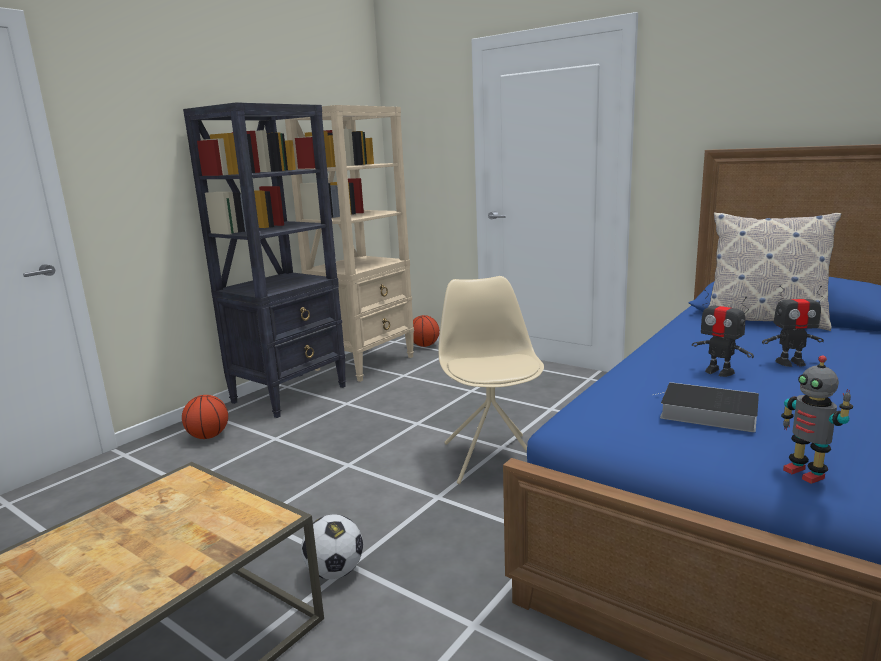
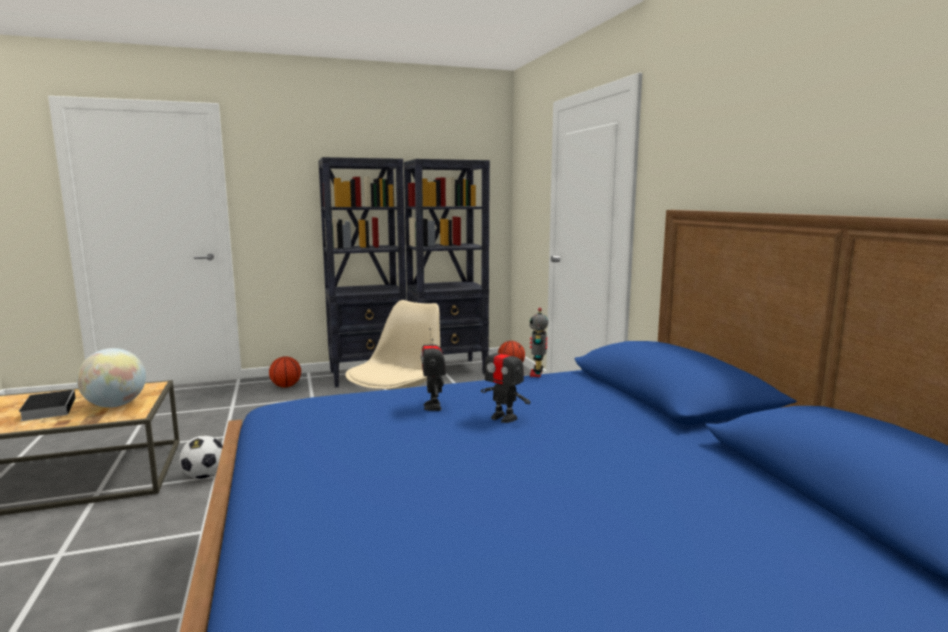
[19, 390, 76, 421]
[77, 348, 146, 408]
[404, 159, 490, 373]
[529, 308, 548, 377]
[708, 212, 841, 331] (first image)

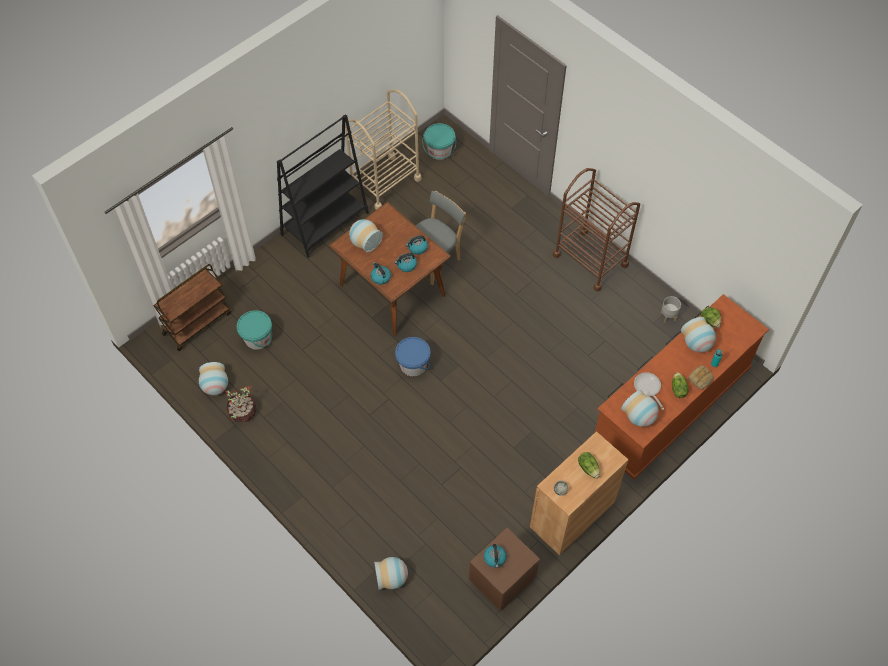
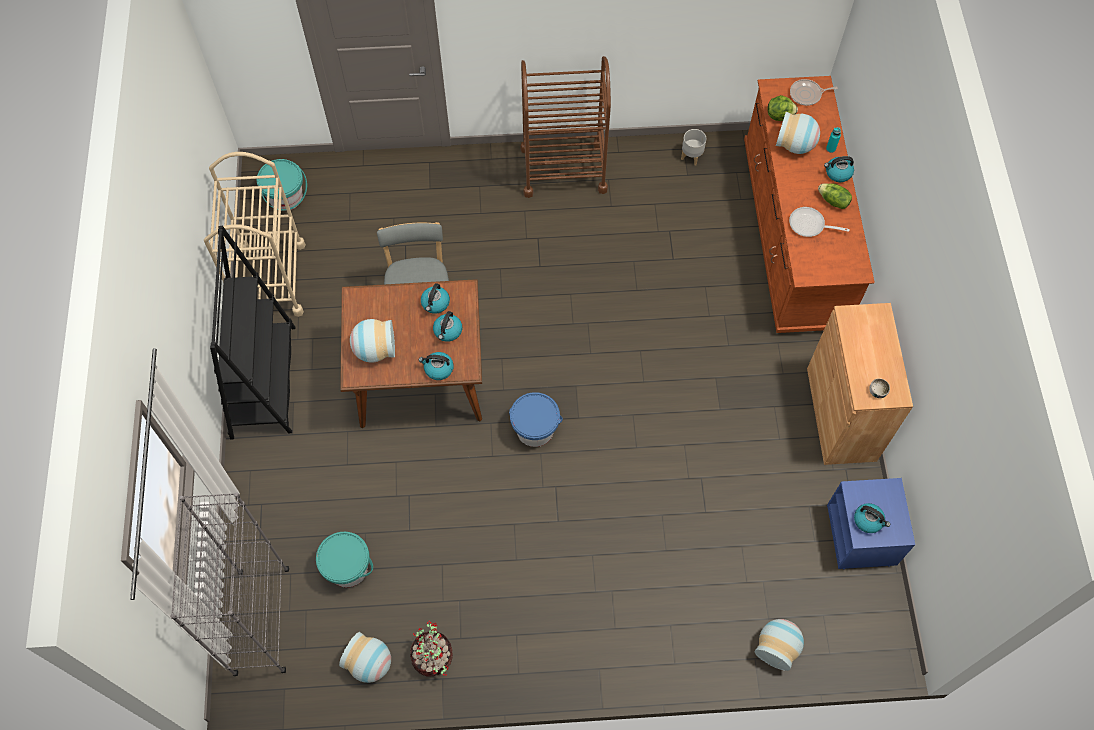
[170, 492, 289, 676]
[790, 79, 838, 106]
[824, 156, 854, 182]
[827, 478, 915, 569]
[578, 452, 600, 479] (first image)
[621, 390, 659, 427] (first image)

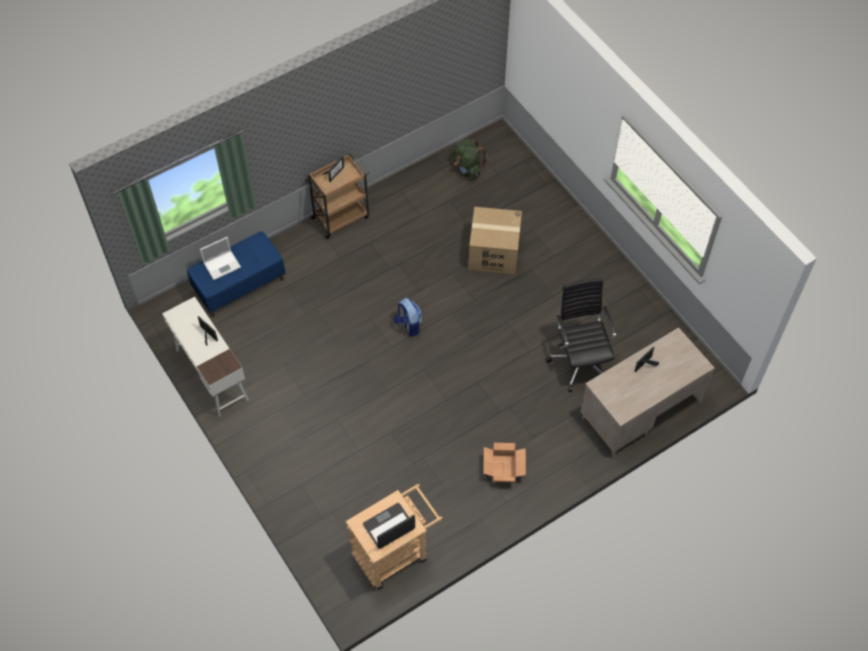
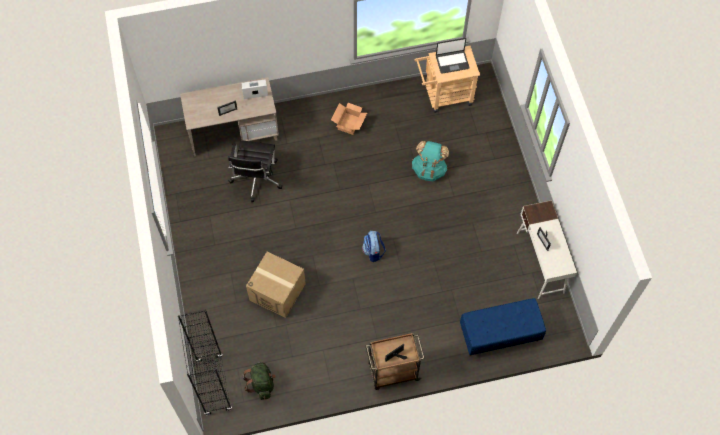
[178, 310, 232, 416]
[241, 79, 268, 99]
[412, 141, 449, 181]

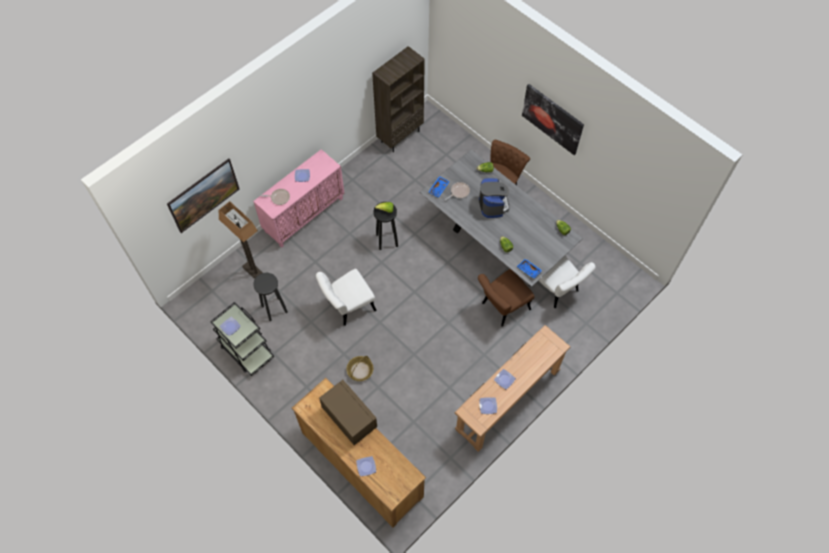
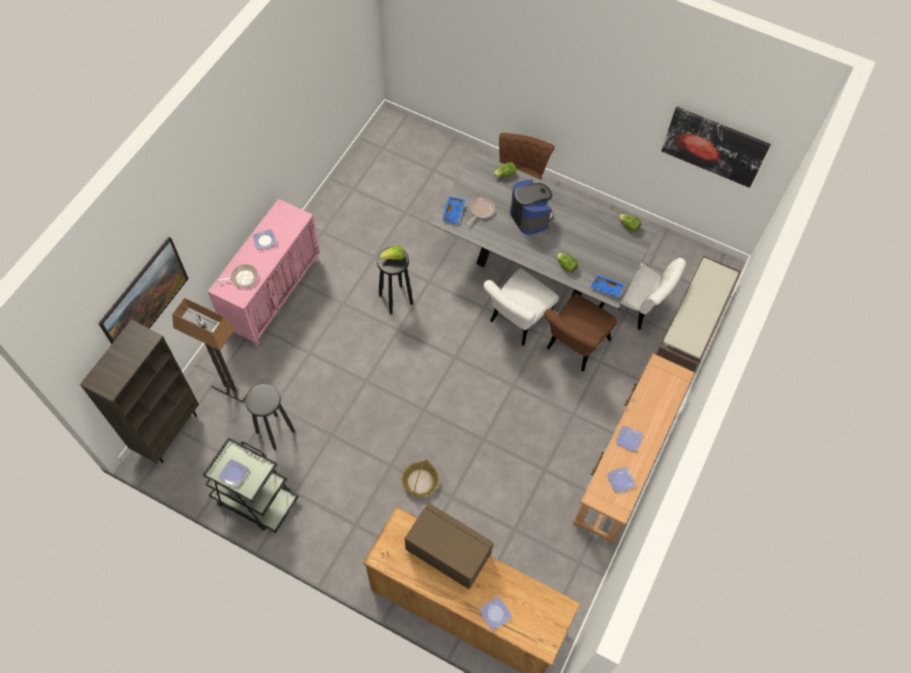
[80, 320, 199, 463]
[483, 268, 559, 346]
[656, 256, 741, 372]
[661, 107, 771, 188]

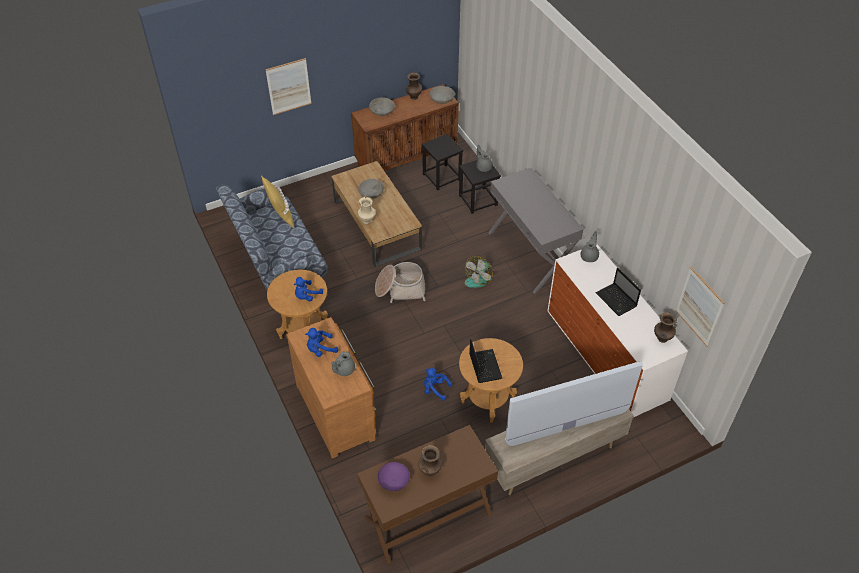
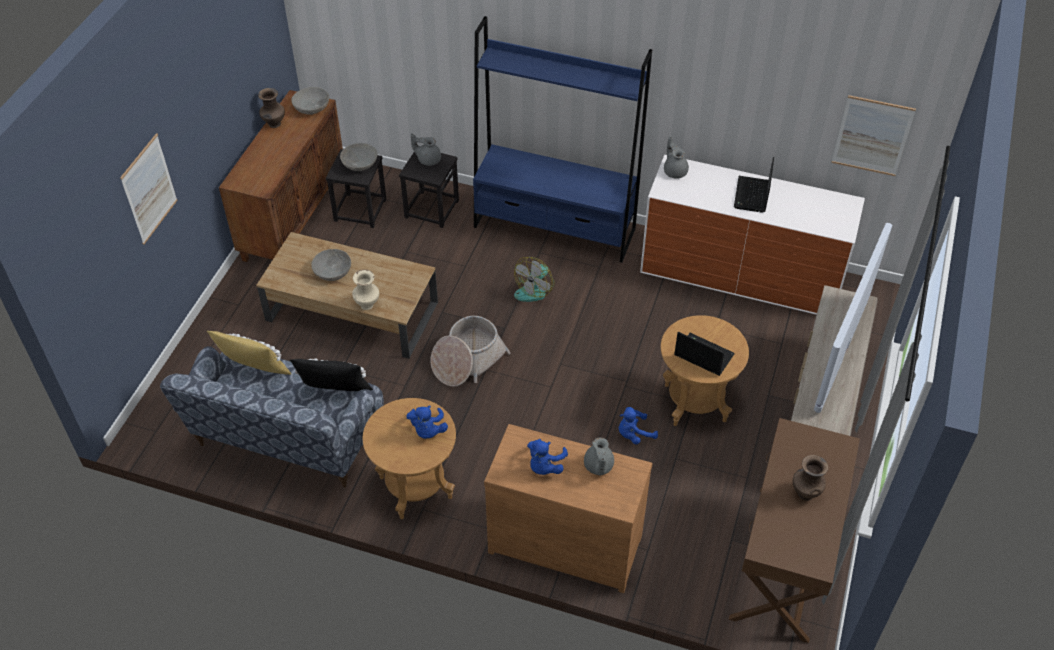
[290, 359, 373, 391]
[340, 143, 378, 171]
[473, 16, 652, 263]
[514, 257, 555, 302]
[734, 157, 774, 213]
[378, 462, 410, 491] (first image)
[654, 312, 677, 343] (first image)

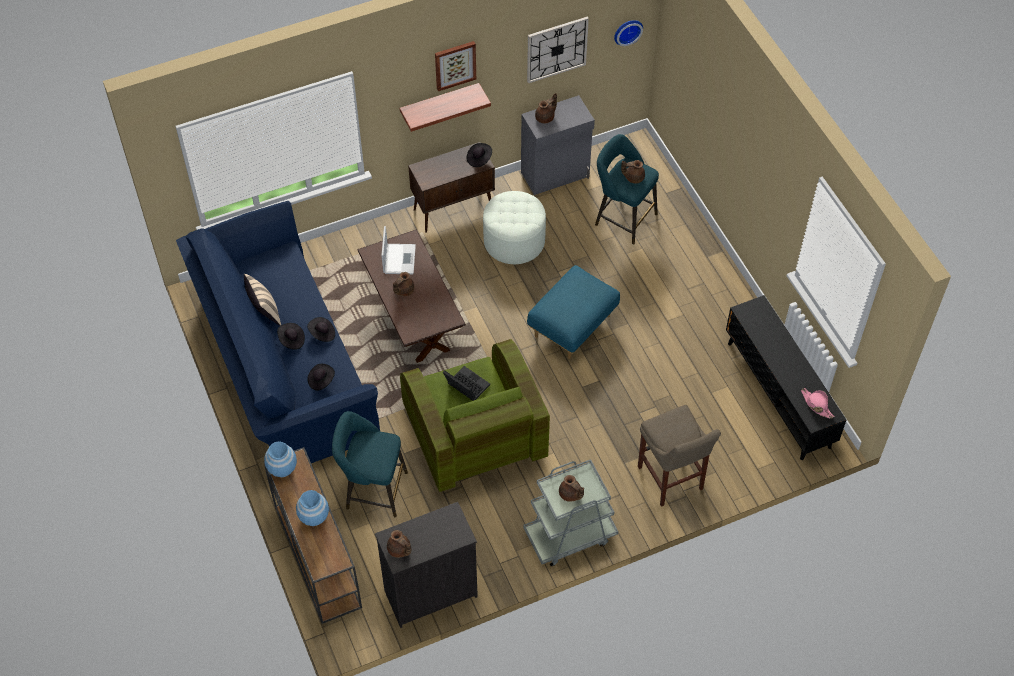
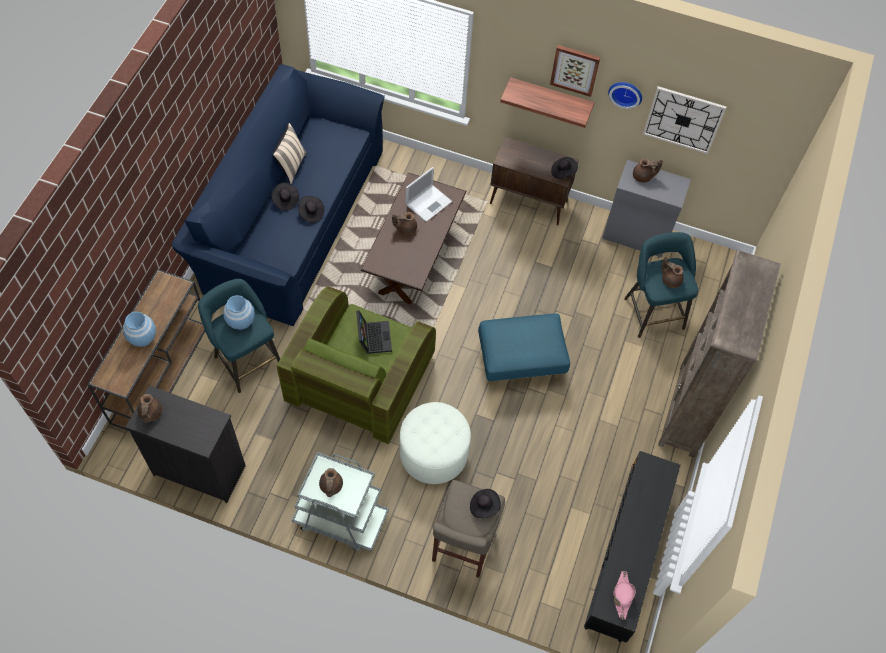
[223, 295, 255, 330]
[400, 402, 471, 484]
[470, 489, 501, 518]
[608, 82, 642, 109]
[658, 250, 781, 458]

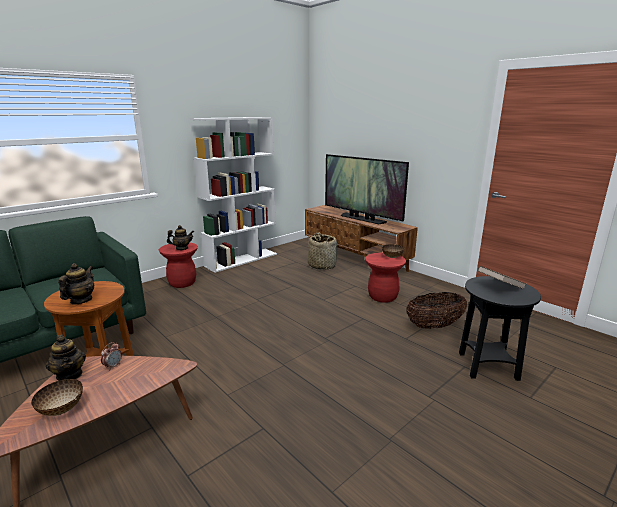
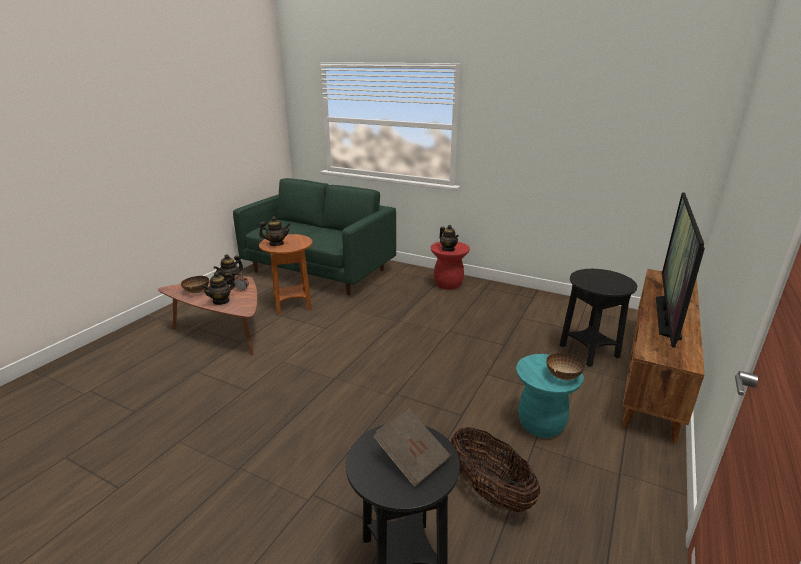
[201, 272, 235, 305]
[516, 354, 584, 438]
[560, 269, 637, 367]
[190, 117, 277, 273] (first image)

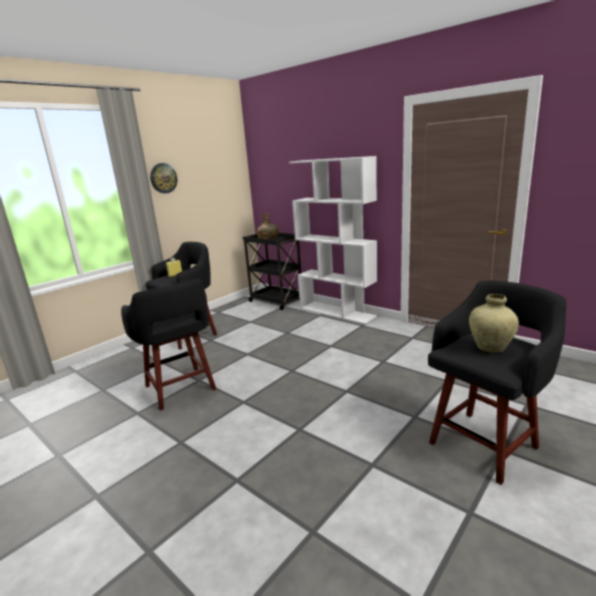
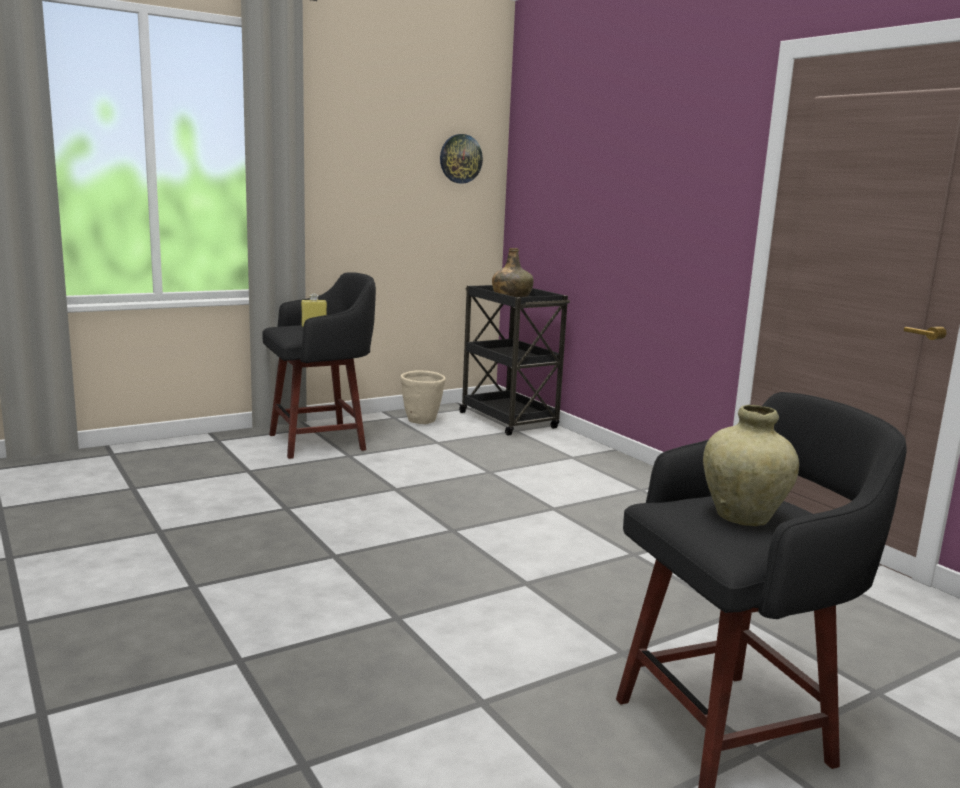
[400, 371, 446, 424]
[440, 134, 483, 184]
[121, 279, 216, 411] (first image)
[289, 156, 377, 325] (first image)

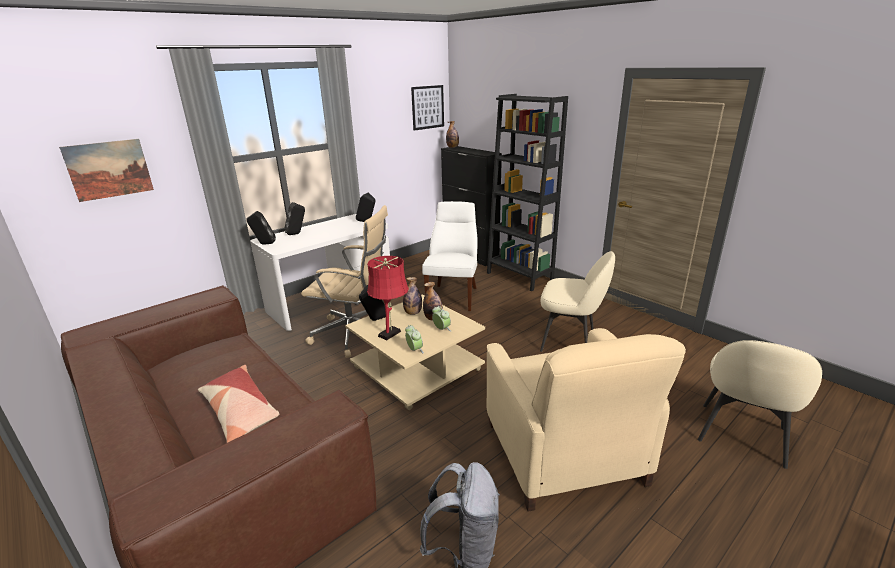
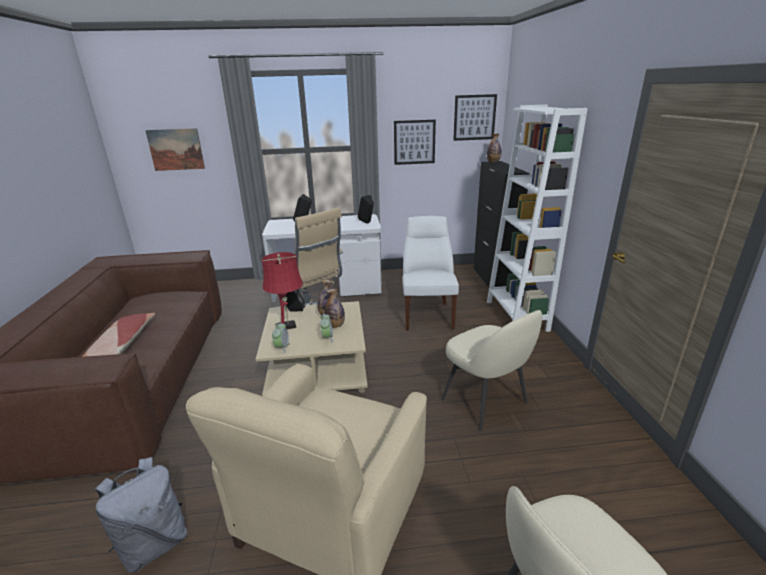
[394, 120, 436, 165]
[402, 216, 459, 330]
[487, 105, 587, 332]
[246, 211, 276, 244] (first image)

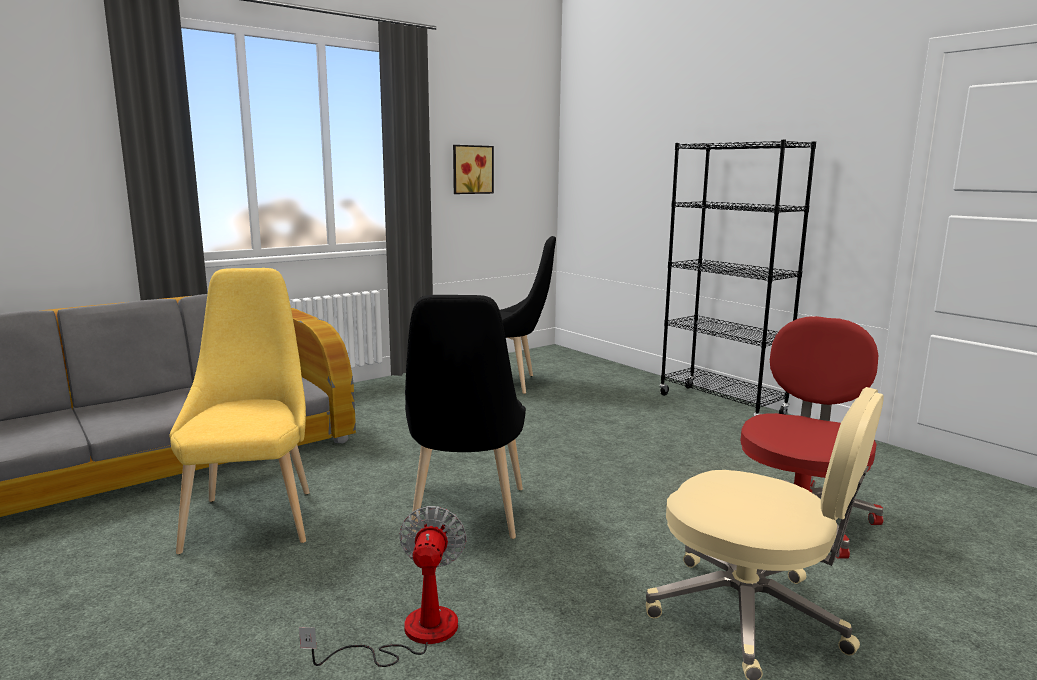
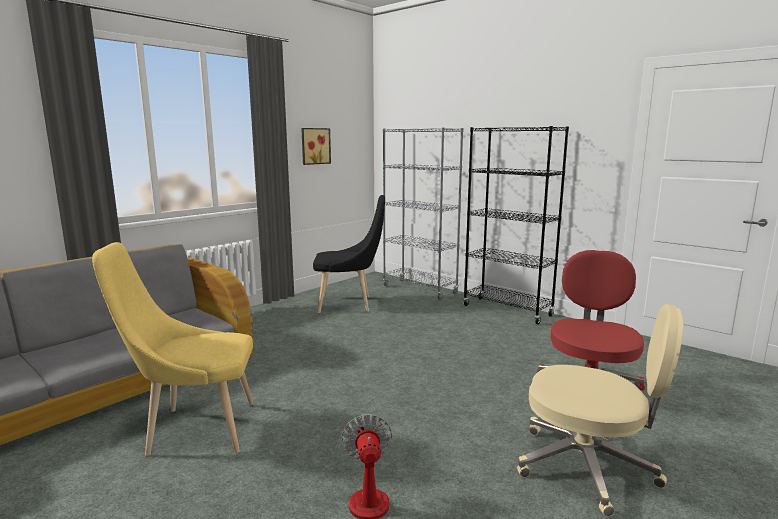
[92, 242, 254, 456]
[383, 128, 463, 300]
[405, 295, 526, 539] (first image)

